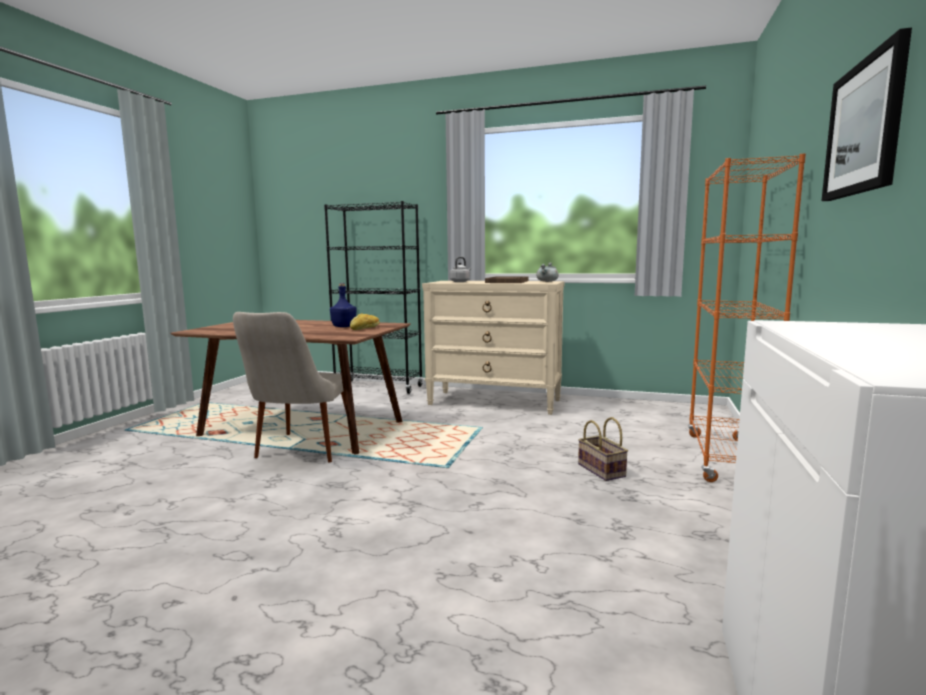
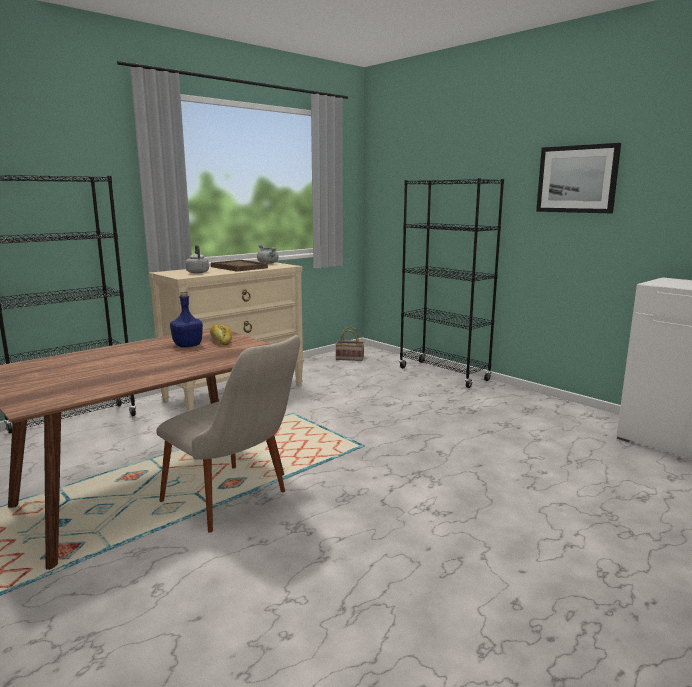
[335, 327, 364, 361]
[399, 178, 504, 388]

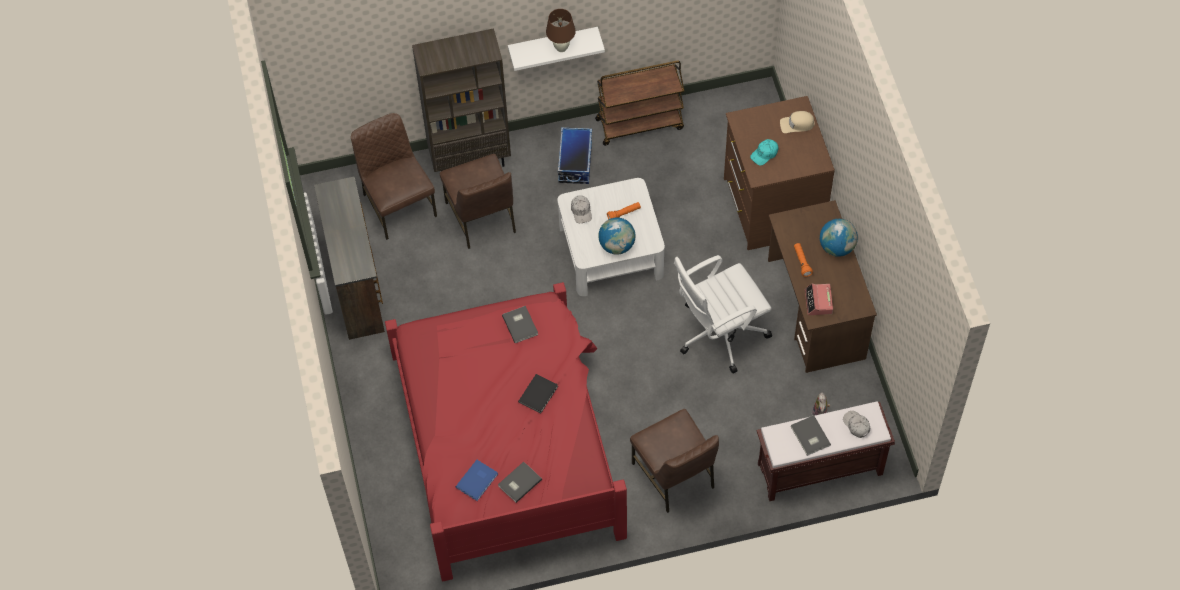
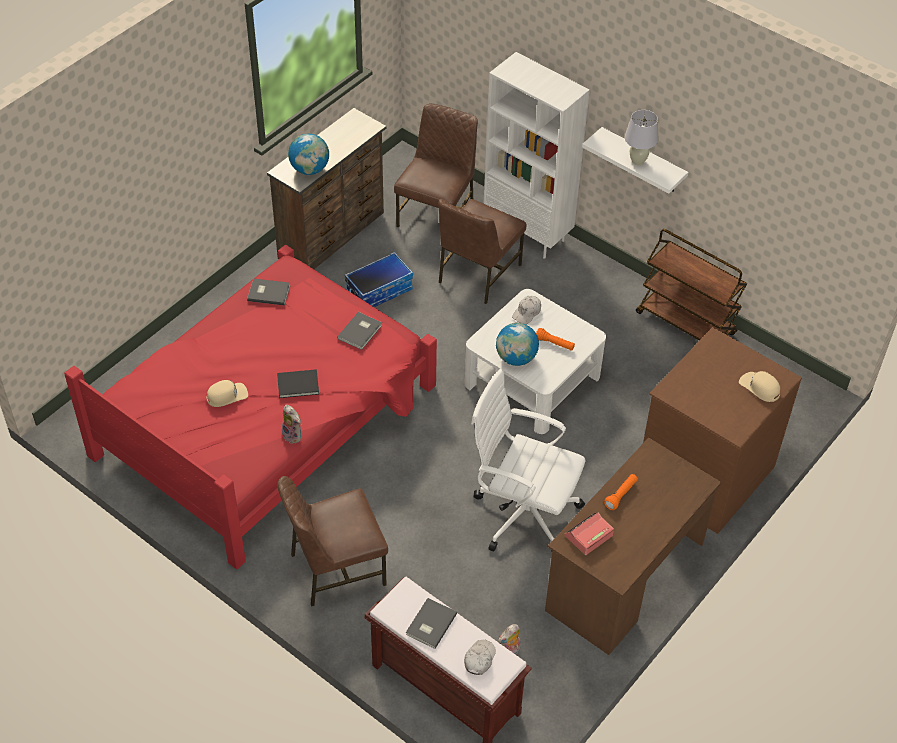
[207, 380, 248, 407]
[247, 278, 291, 306]
[277, 476, 388, 607]
[282, 405, 301, 443]
[288, 134, 329, 175]
[345, 252, 413, 307]
[483, 52, 590, 259]
[625, 110, 659, 165]
[456, 460, 498, 501] (first image)
[750, 139, 778, 166] (first image)

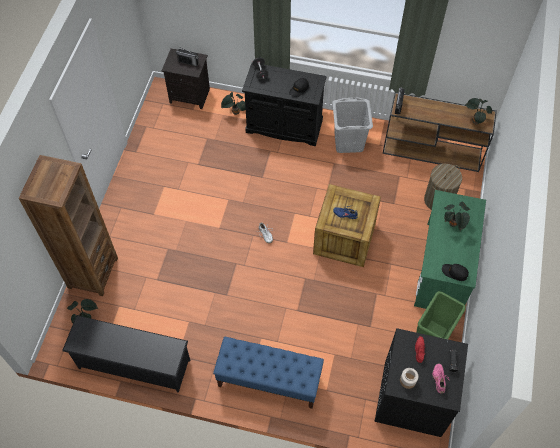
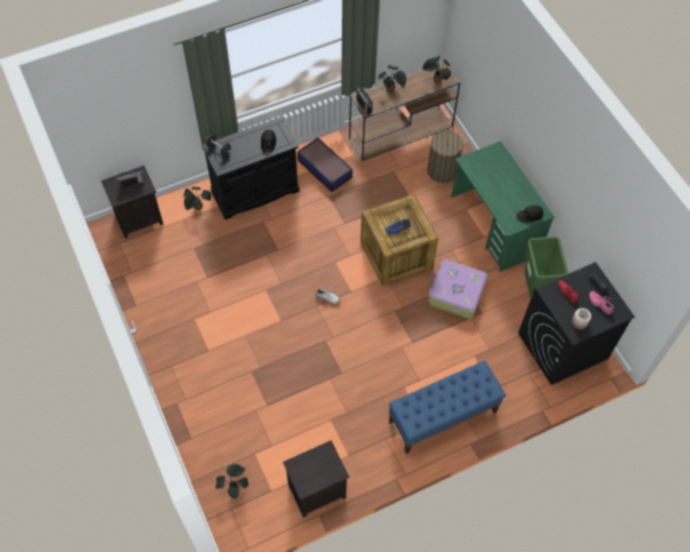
[283, 440, 349, 518]
[297, 138, 352, 192]
[378, 65, 406, 92]
[428, 259, 488, 319]
[19, 155, 118, 296] (first image)

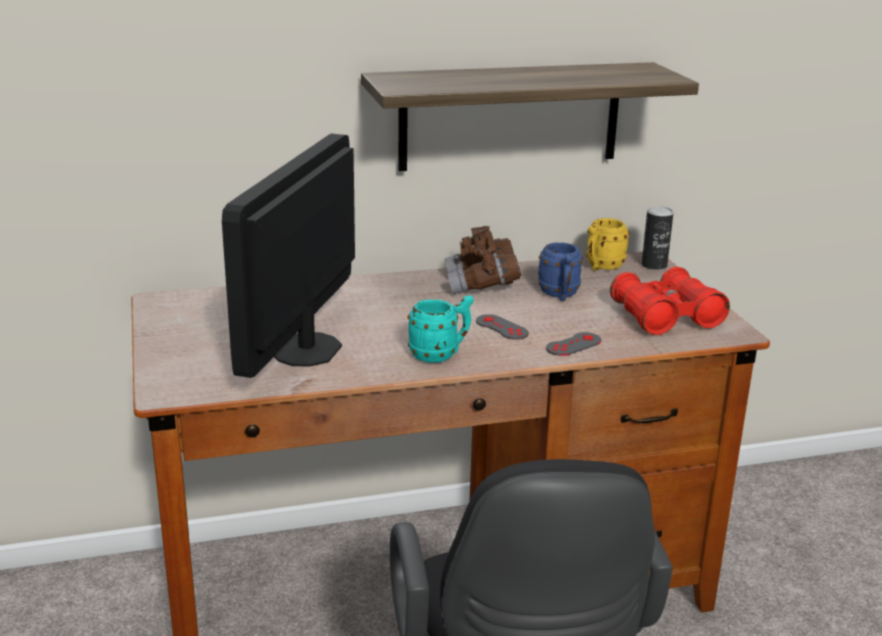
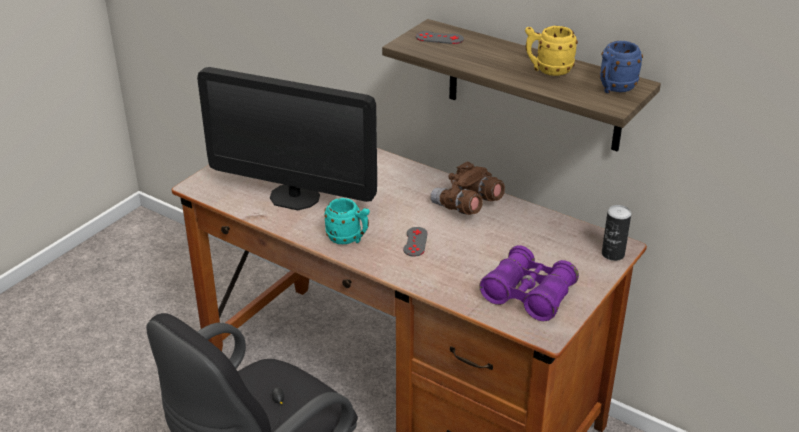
[197, 67, 377, 210]
[416, 31, 464, 44]
[479, 245, 579, 321]
[525, 26, 578, 76]
[599, 41, 643, 93]

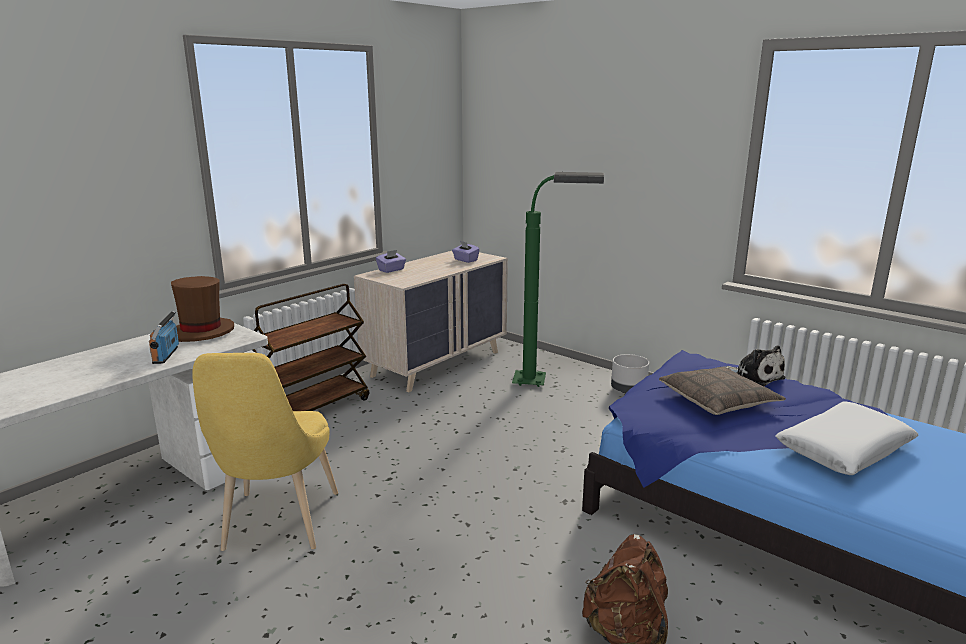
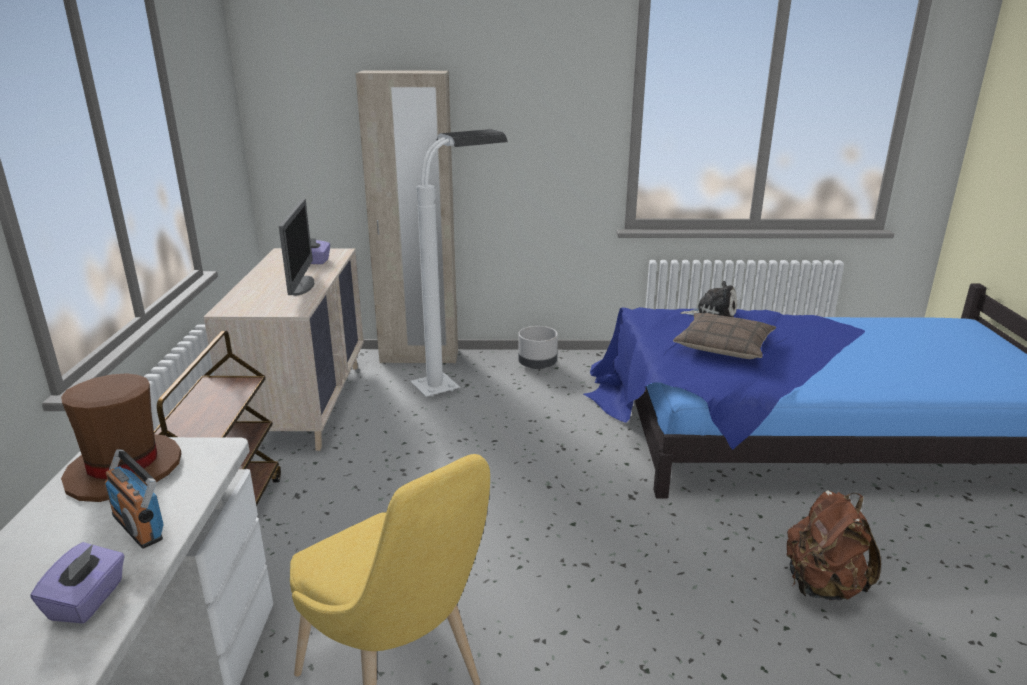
[30, 542, 125, 624]
[279, 199, 314, 295]
[356, 71, 458, 363]
[410, 129, 508, 397]
[775, 402, 919, 475] (first image)

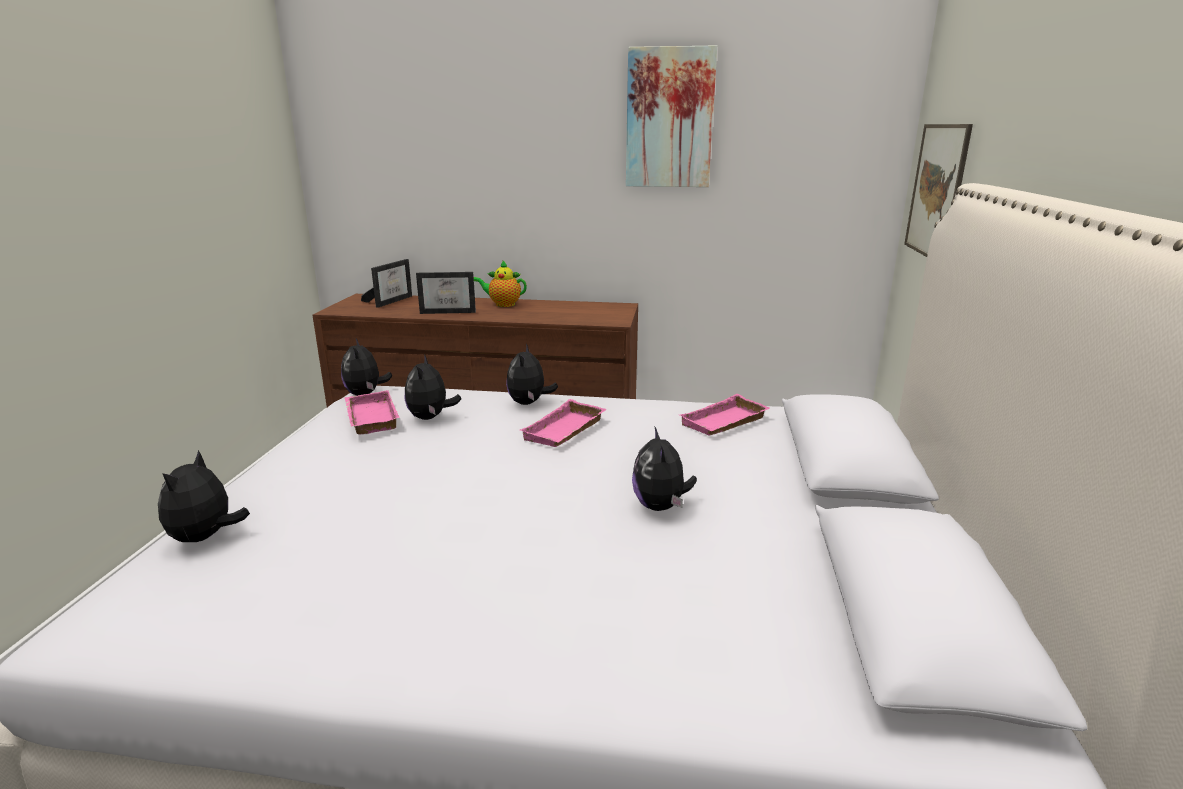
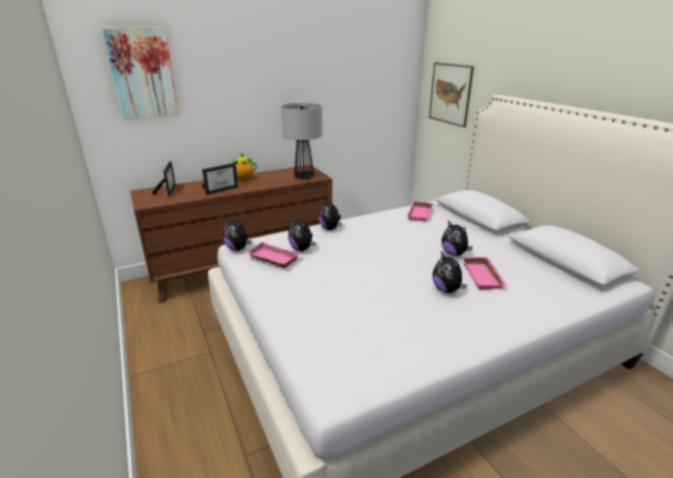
[102, 27, 179, 119]
[281, 103, 322, 180]
[432, 251, 467, 293]
[462, 257, 508, 290]

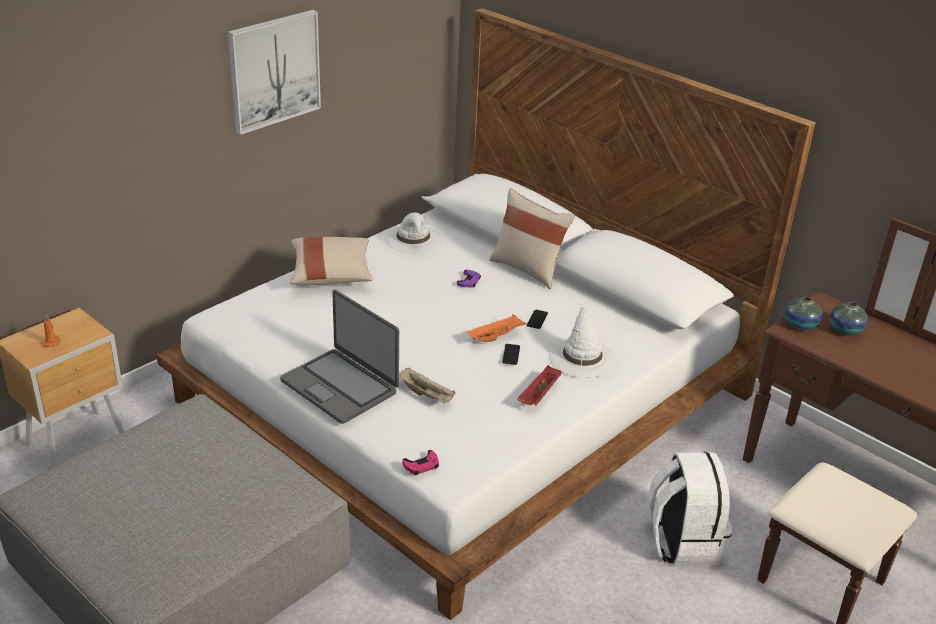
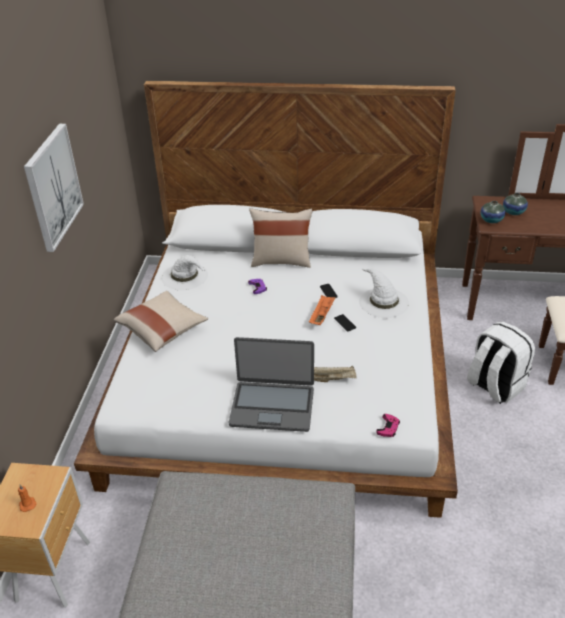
[517, 365, 562, 406] (first image)

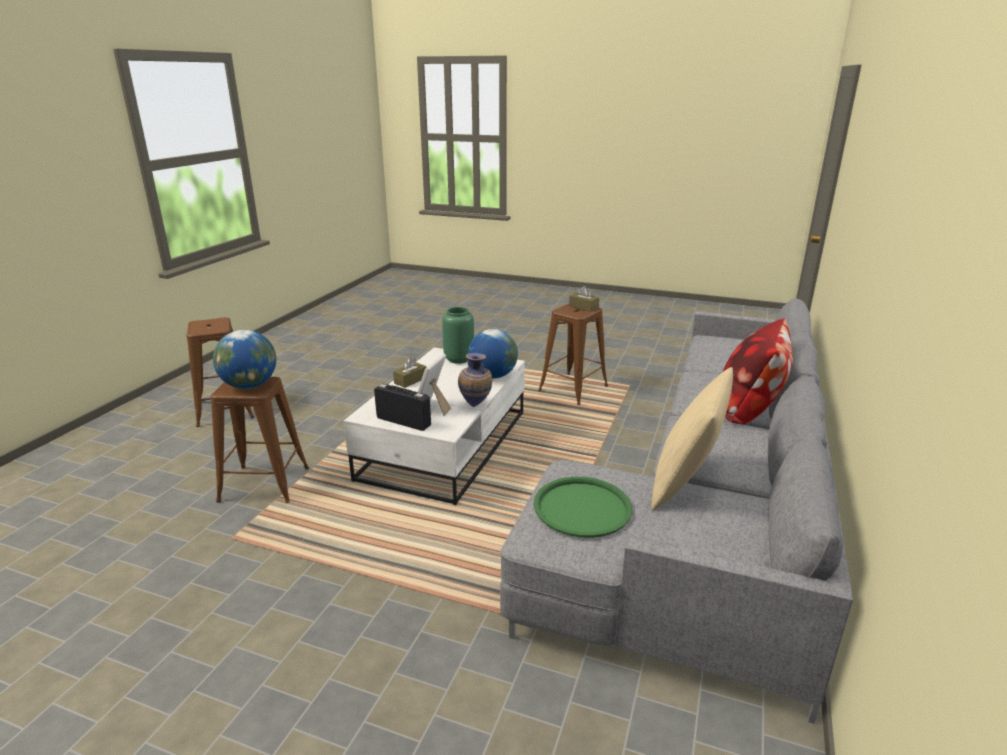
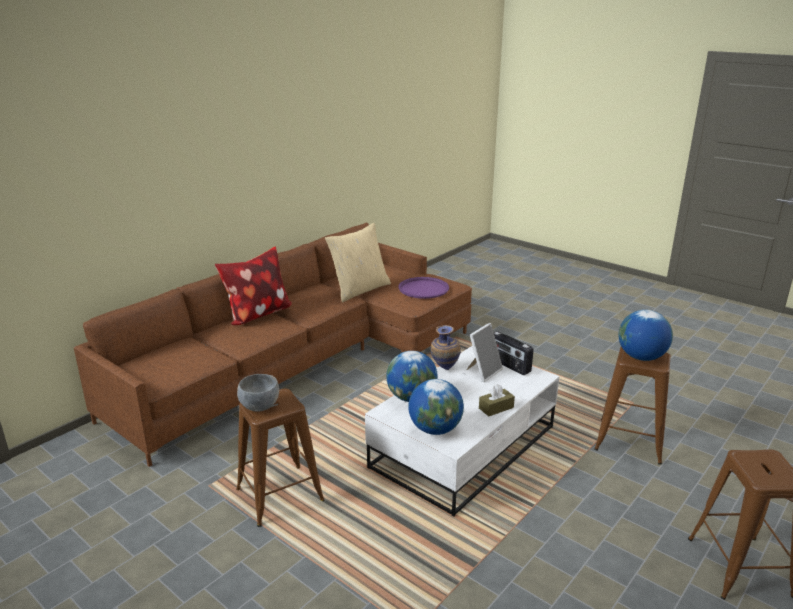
[74, 222, 472, 467]
[237, 374, 279, 412]
[398, 277, 449, 299]
[408, 379, 464, 435]

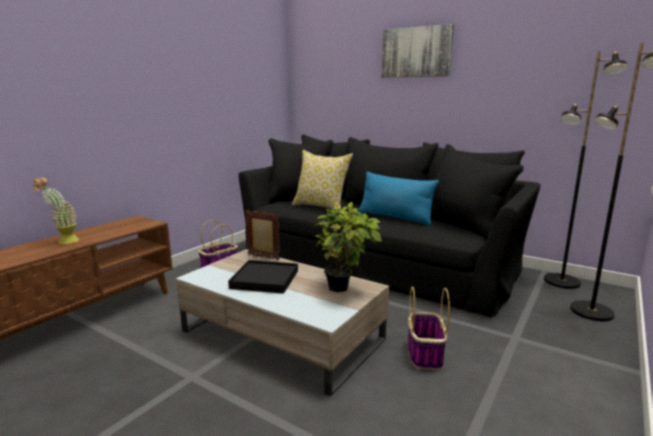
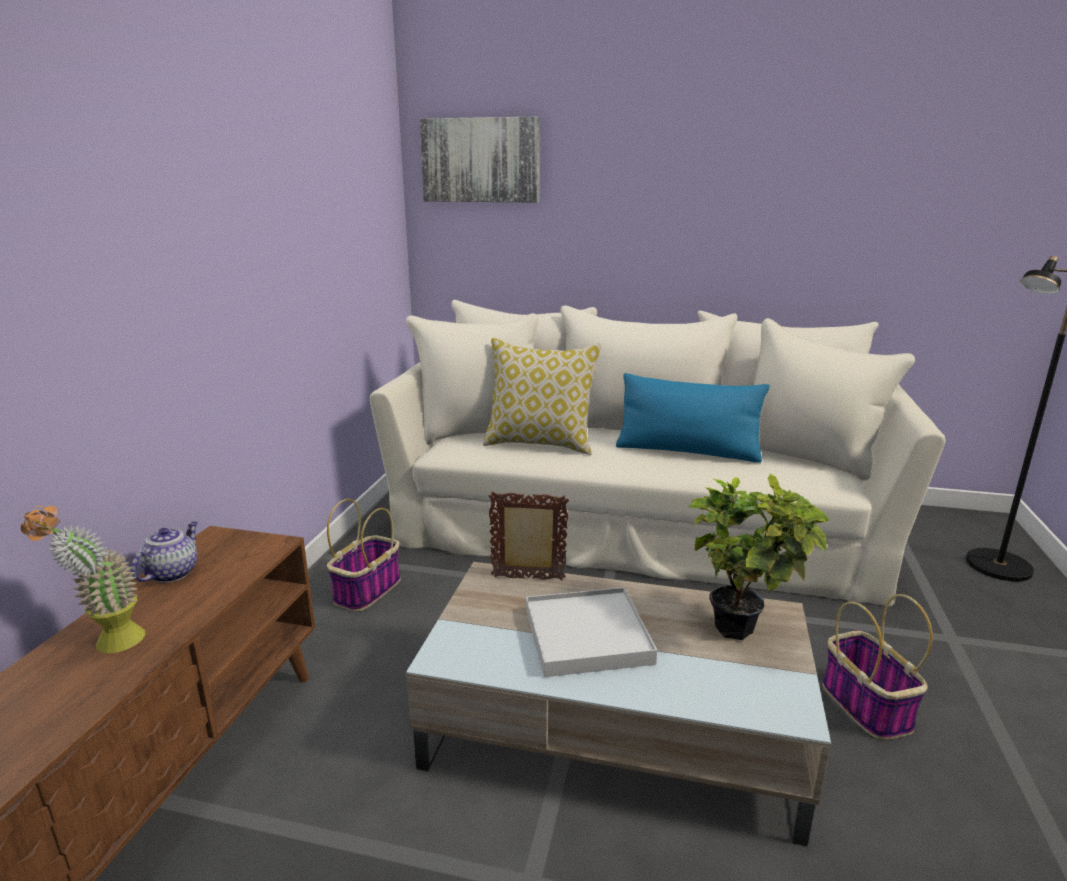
[131, 521, 198, 583]
[370, 300, 946, 606]
[419, 117, 540, 203]
[526, 587, 657, 677]
[544, 51, 628, 289] (first image)

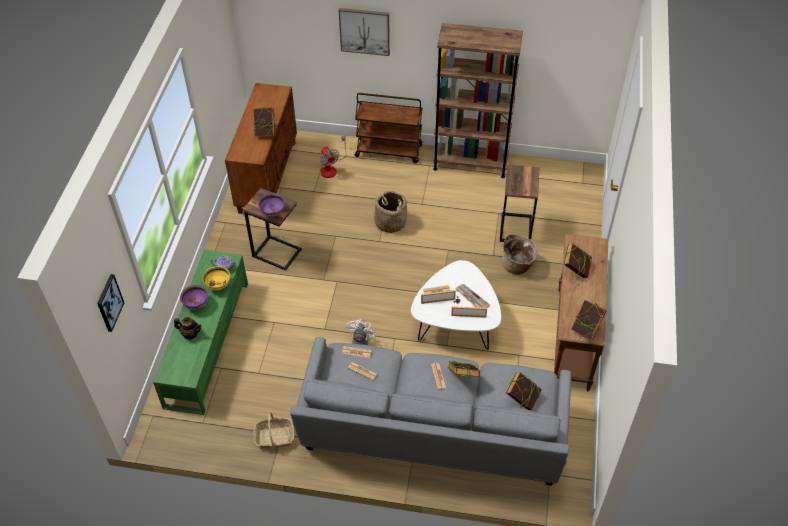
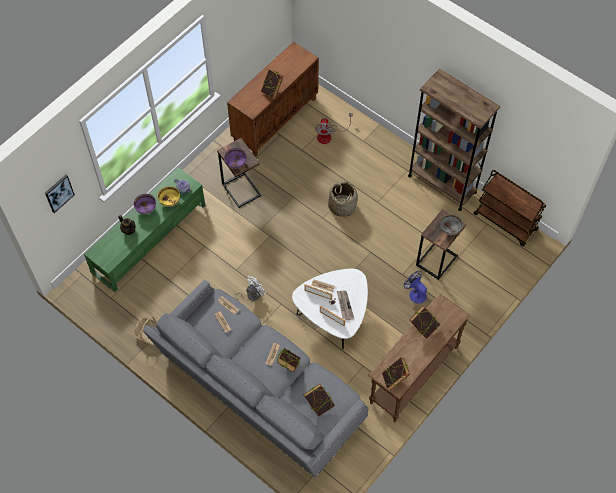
[404, 271, 427, 304]
[440, 213, 463, 235]
[474, 170, 546, 246]
[339, 8, 390, 56] (first image)

